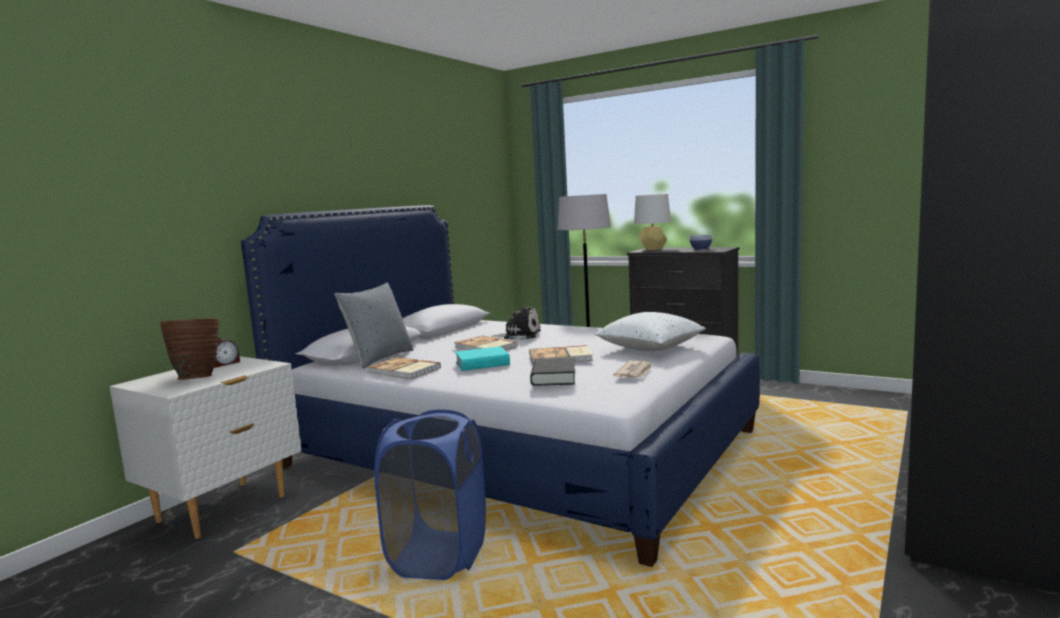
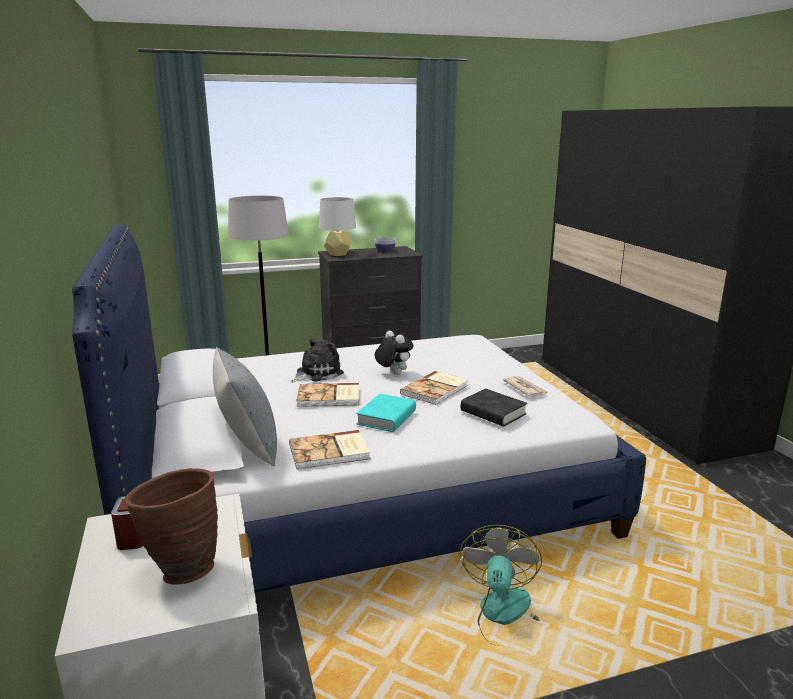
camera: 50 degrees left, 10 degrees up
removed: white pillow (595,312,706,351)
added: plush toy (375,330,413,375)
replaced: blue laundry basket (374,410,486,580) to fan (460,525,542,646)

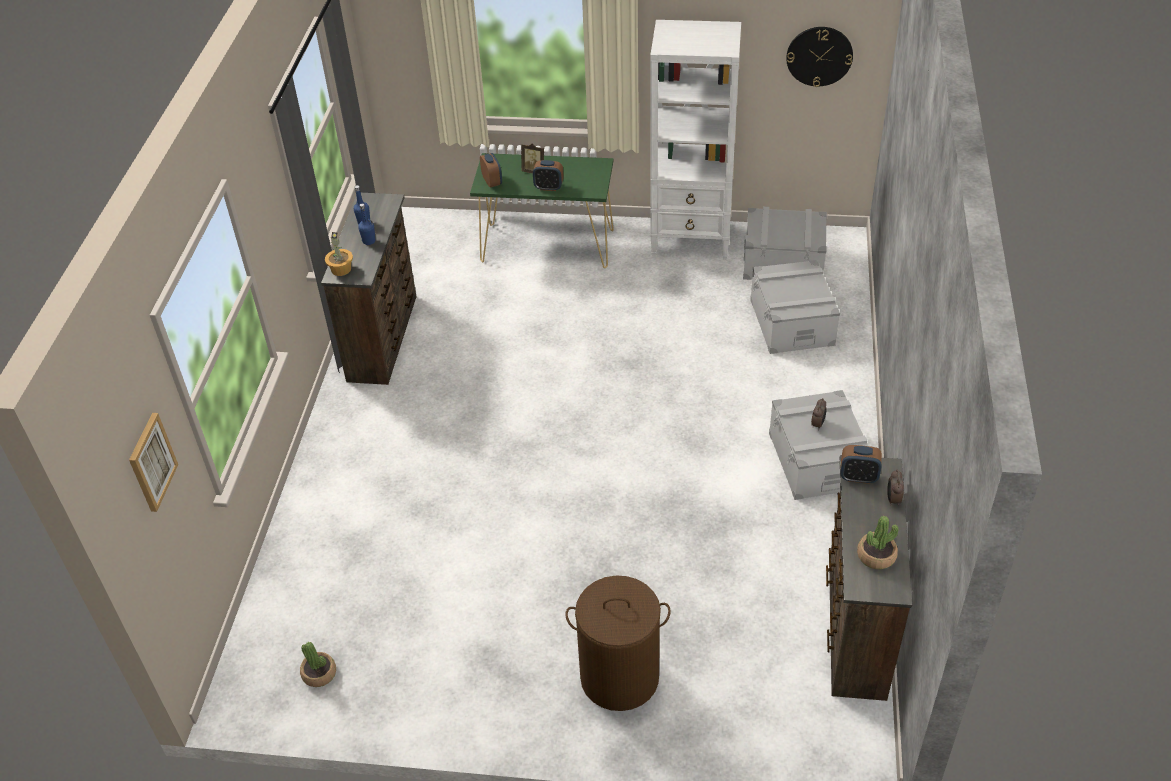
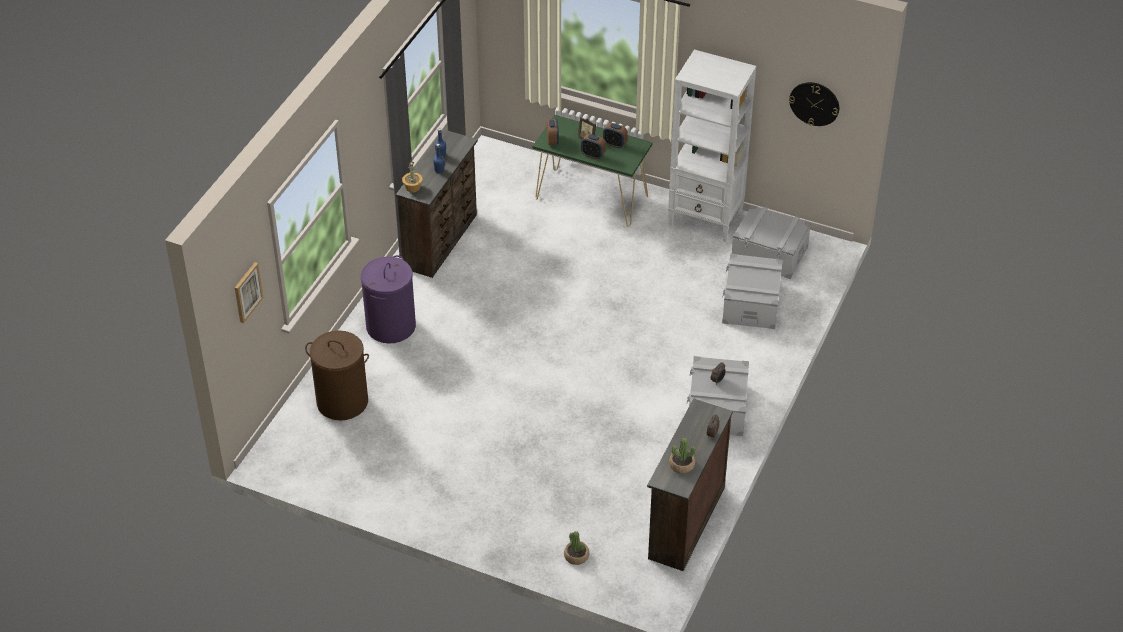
camera: 15 degrees right, 0 degrees up
added: purple laundry basket (361,255,416,344)
moved: potted plant (300,642,336,687) to (564,531,589,565); brown laundry basket (565,576,671,711) to (305,330,369,421); alarm clock (840,445,882,484) to (603,123,628,148)

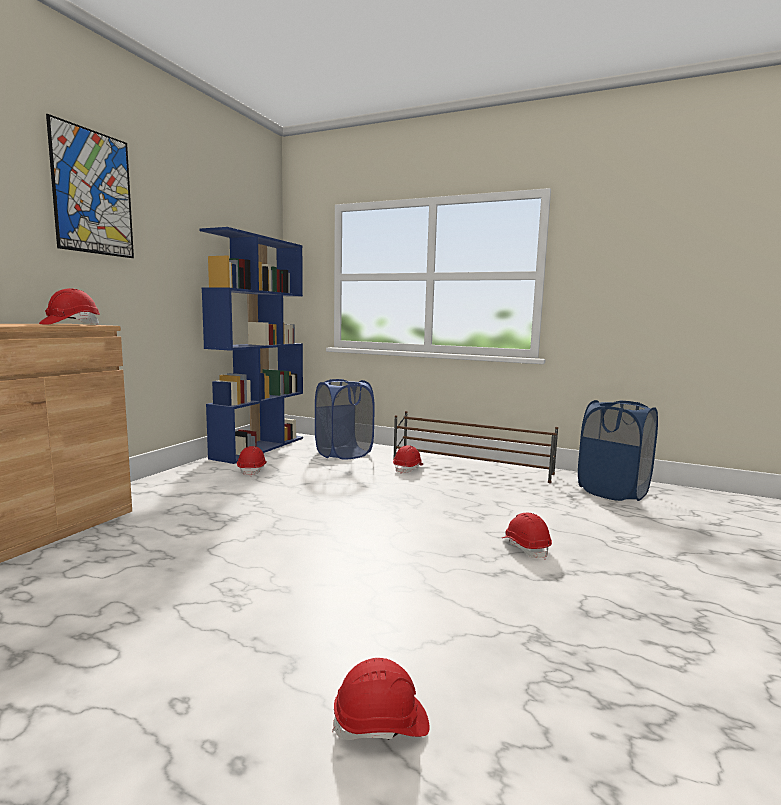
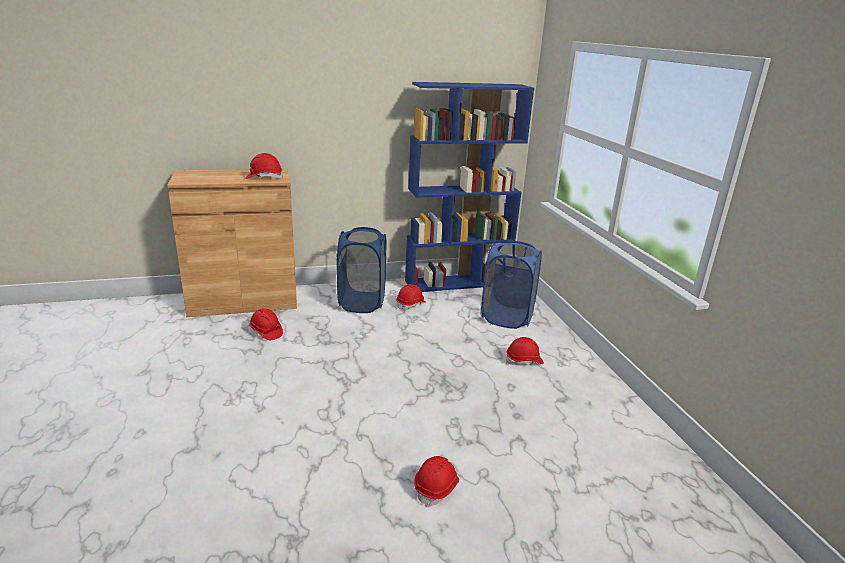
camera: 50 degrees right, 15 degrees up
removed: picture (46,114,134,258); brown shoe rack (393,411,558,483)
moved: red hard hat (332,658,429,740) to (249,308,283,340); blue laundry basket (578,400,658,501) to (337,227,387,313)

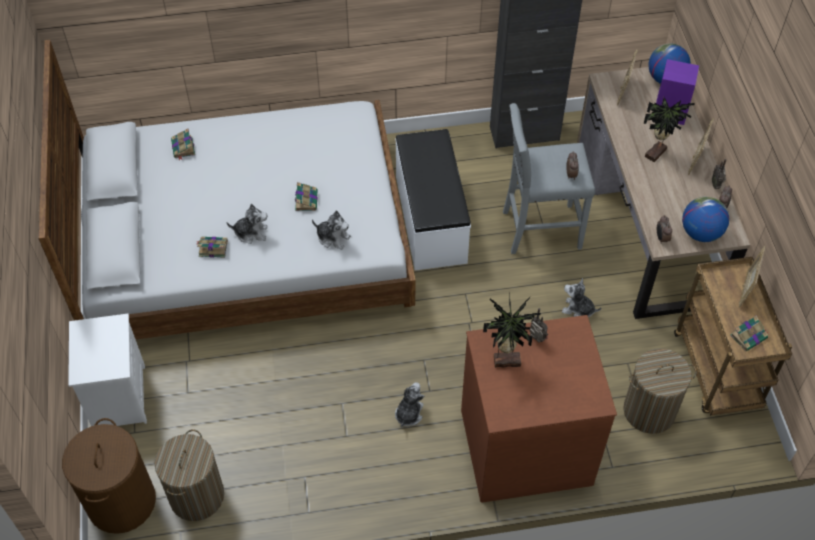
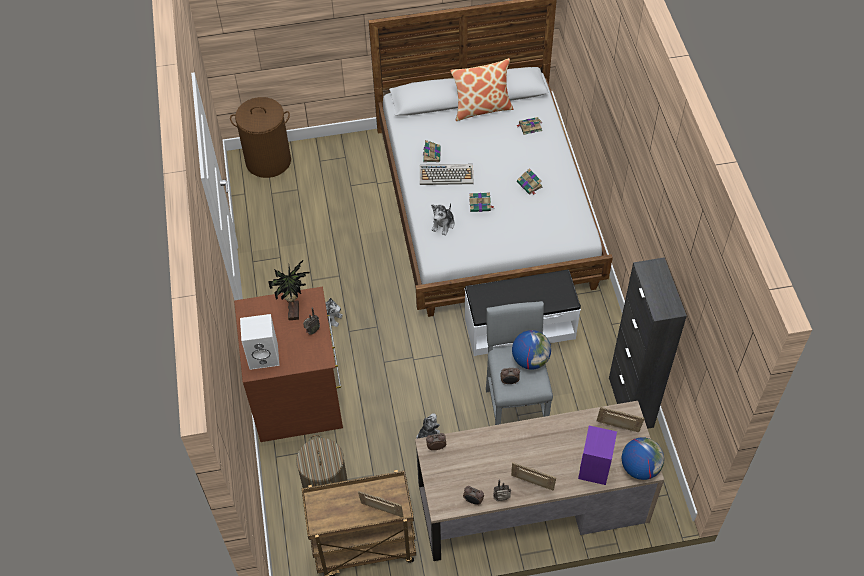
camera: 90 degrees right, 0 degrees up
removed: white nightstand (68,314,147,426); laundry basket (155,429,224,521); potted plant (643,98,695,162)
added: white speaker (240,314,280,370); pillow (451,58,513,121)
moved: globe (682,196,729,242) to (512,330,551,370); book (730,315,768,351) to (517,168,542,195)
replaced: plush toy (227,204,267,244) to keyboard (420,164,474,185)

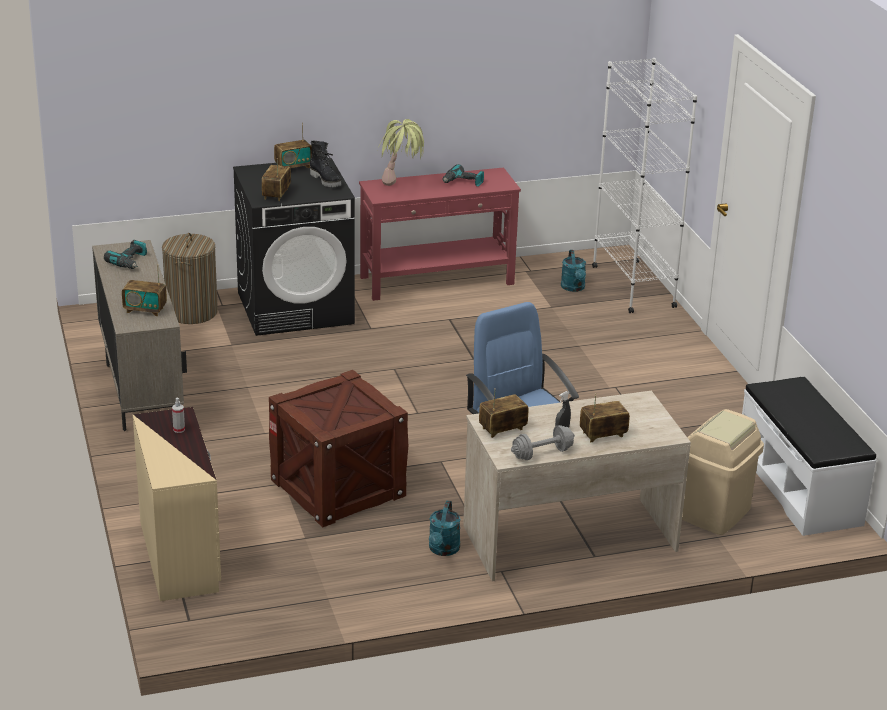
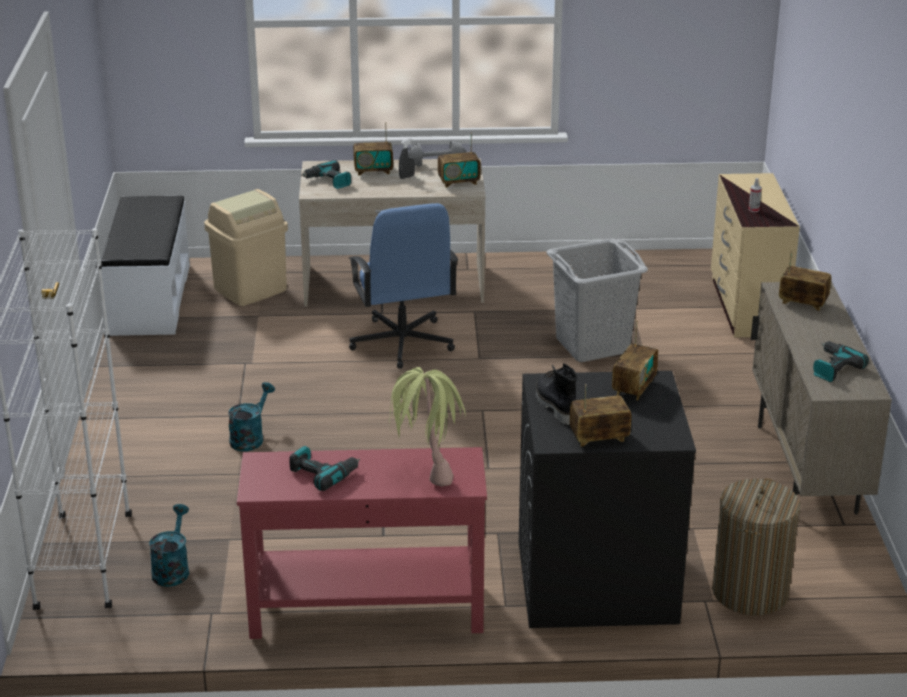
camera: 165 degrees left, 0 degrees up
added: power drill (301,160,351,189)
moved: turquoise watering can (429,501,461,556) to (228,382,275,451)
replaced: crate (269,370,408,527) to grey laundry basket (547,238,648,362)

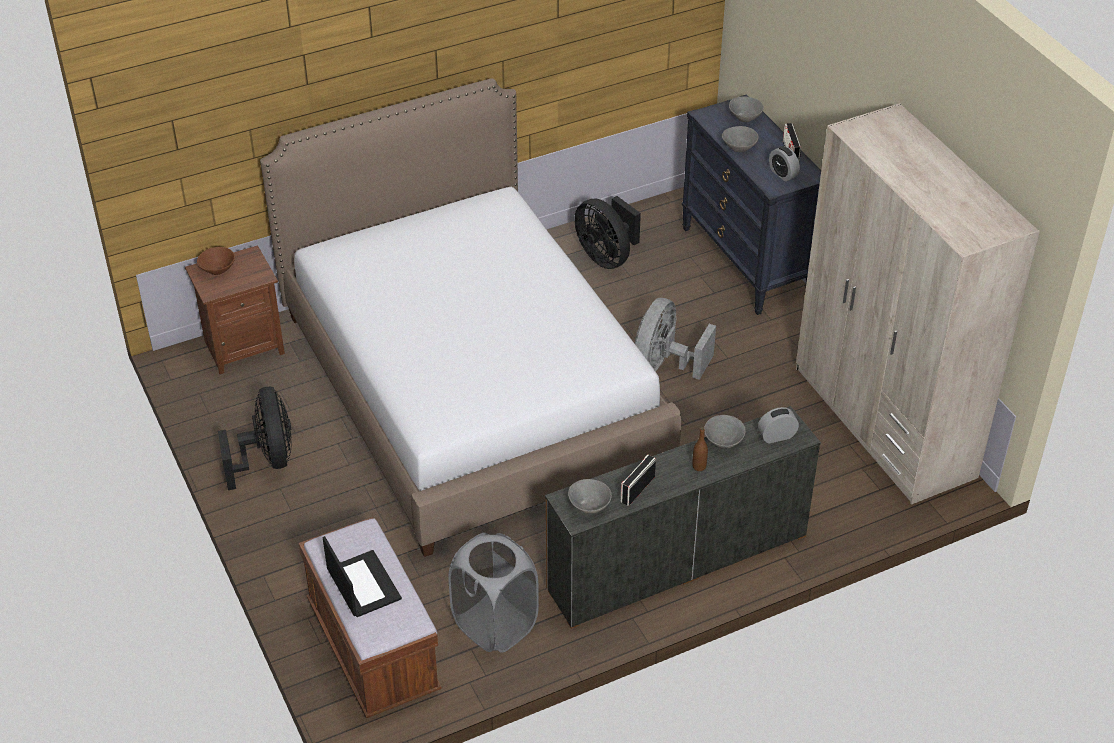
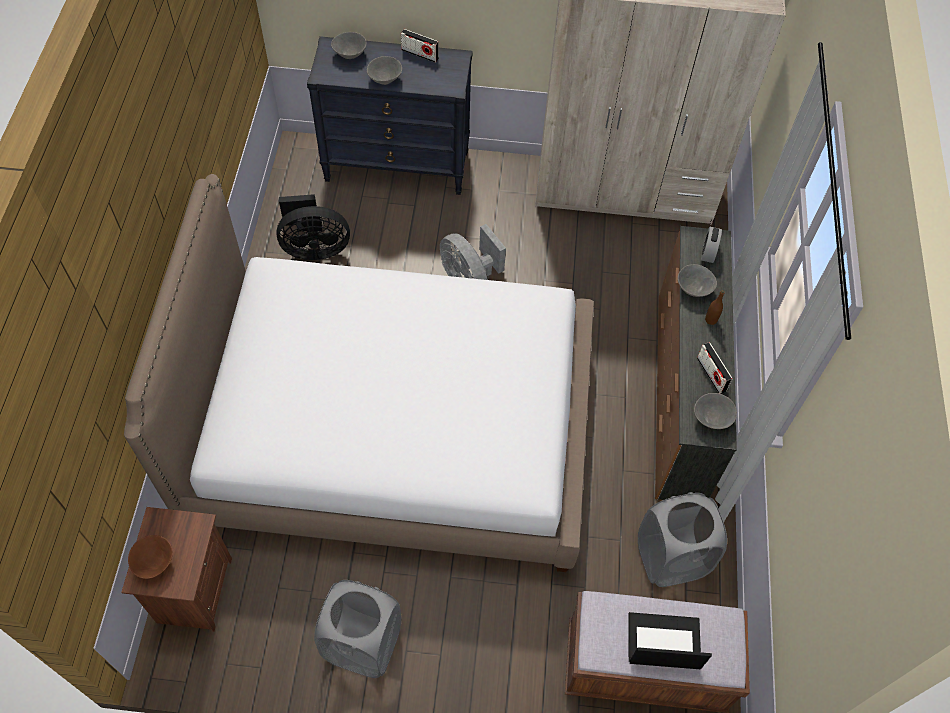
camera: 60 degrees left, 15 degrees up
removed: alarm clock (769,146,800,182)
replaced: black fan (218,387,292,490) to grey laundry basket (314,580,402,678)

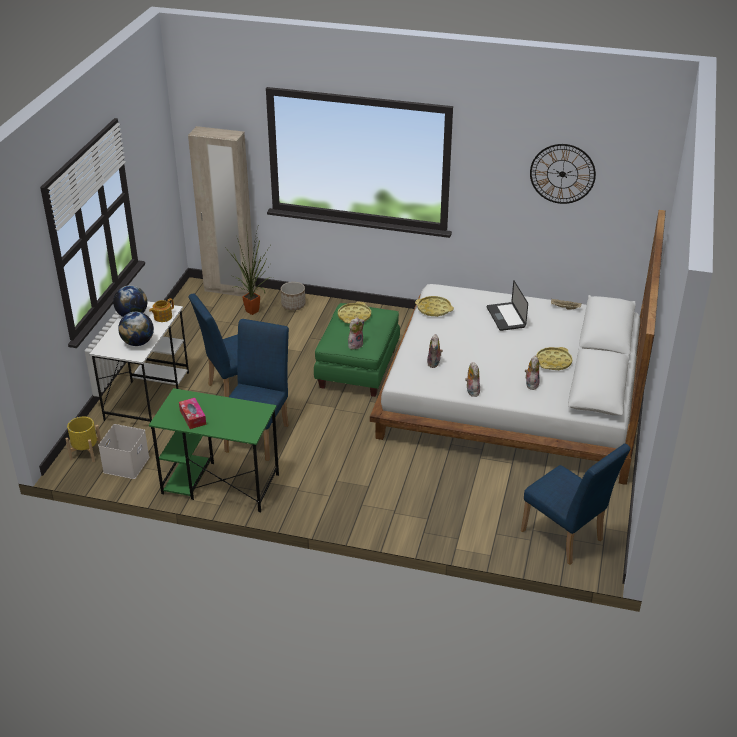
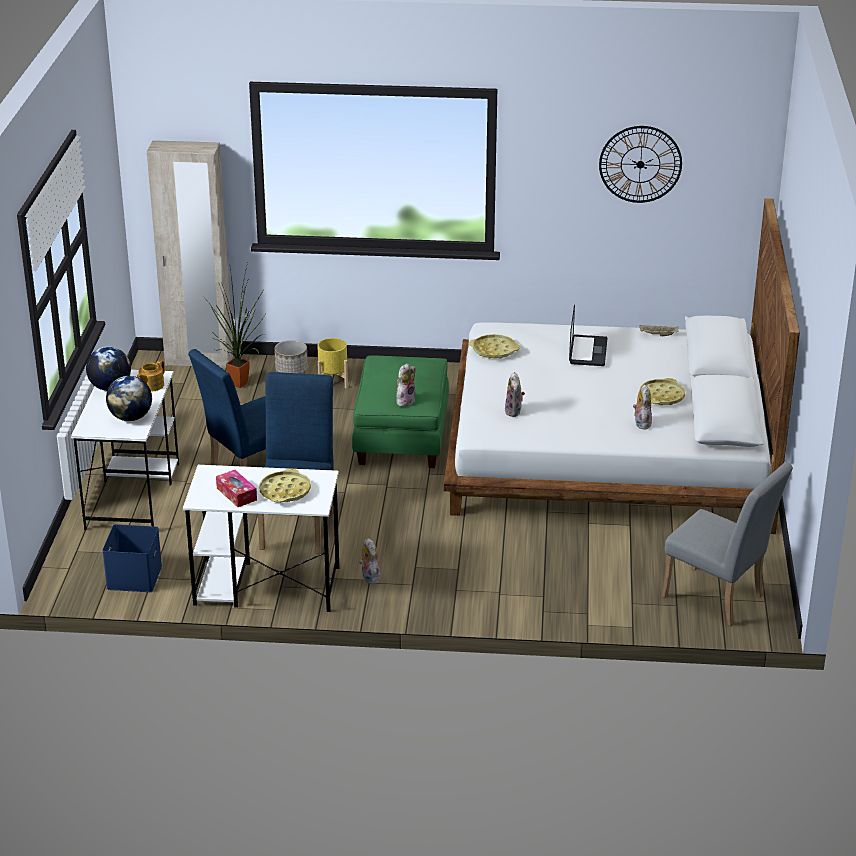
camera: 10 degrees left, 5 degrees down
moved: yellow planter (66,417,101,462) to (317,338,348,388); yellow tray (338,302,371,324) to (259,469,311,503); plush toy (465,362,480,397) to (359,538,380,584)
recoloured: white storage box (98,424,149,479) to blue storage box (102,524,162,592); green desk (149,388,279,512) to white desk (183,465,339,612); blue chair (521,443,631,565) to grey chair (661,462,793,626)
turned: laptop (487,280,528,331) = (569,305,607,366) 150 degrees counterclockwise

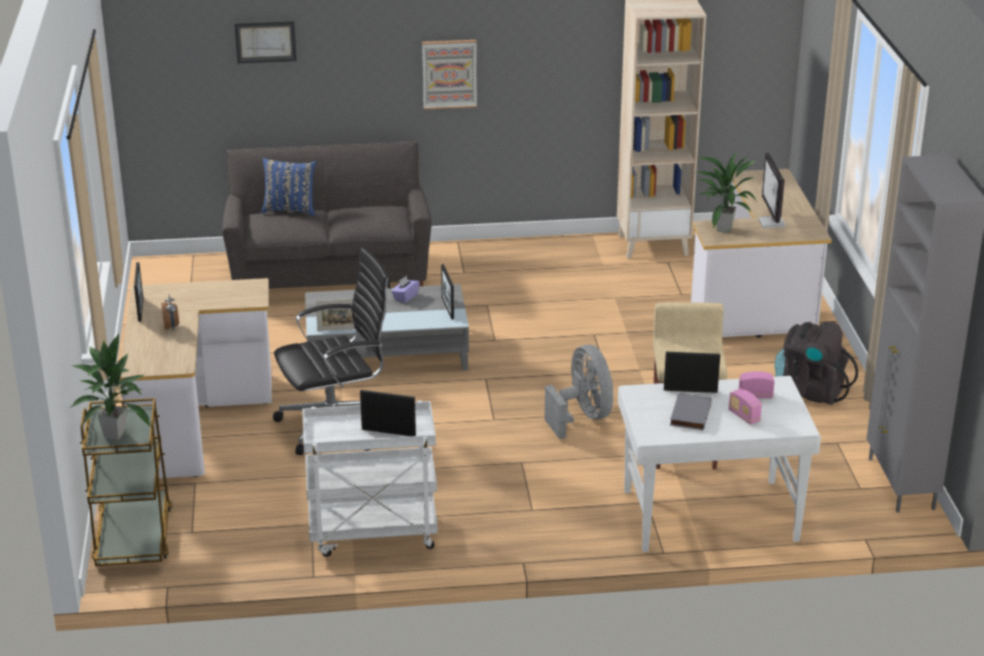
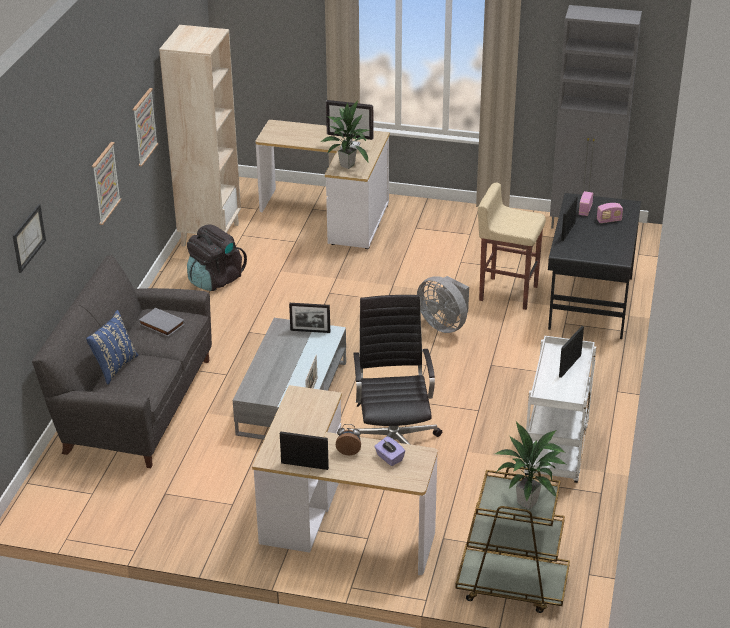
camera: 70 degrees left, 5 degrees up
added: picture (133,88,158,166)
moved: purple tissue box (391,276,420,303) to (374,436,405,466); grey book (670,393,712,431) to (139,308,185,337); black backpack (775,322,858,405) to (187,224,247,291)
recoloured: white desk (618,376,821,552) to black desk (548,193,641,339)
turned: grey fan (544,345,613,439) = (417,276,469,333) 135 degrees counterclockwise

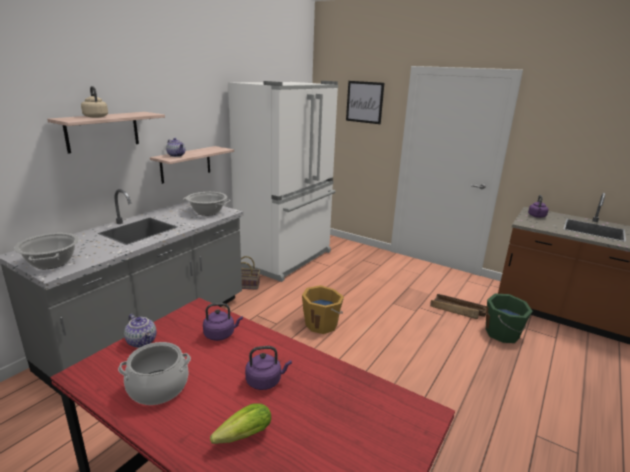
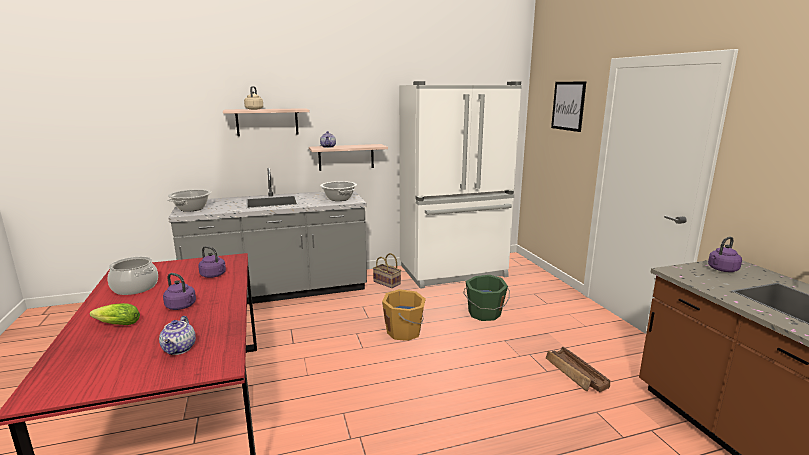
camera: 40 degrees right, 5 degrees down
moved: teapot (124,314,156,348) to (159,316,196,355); green bucket (486,294,532,343) to (463,275,510,321)

